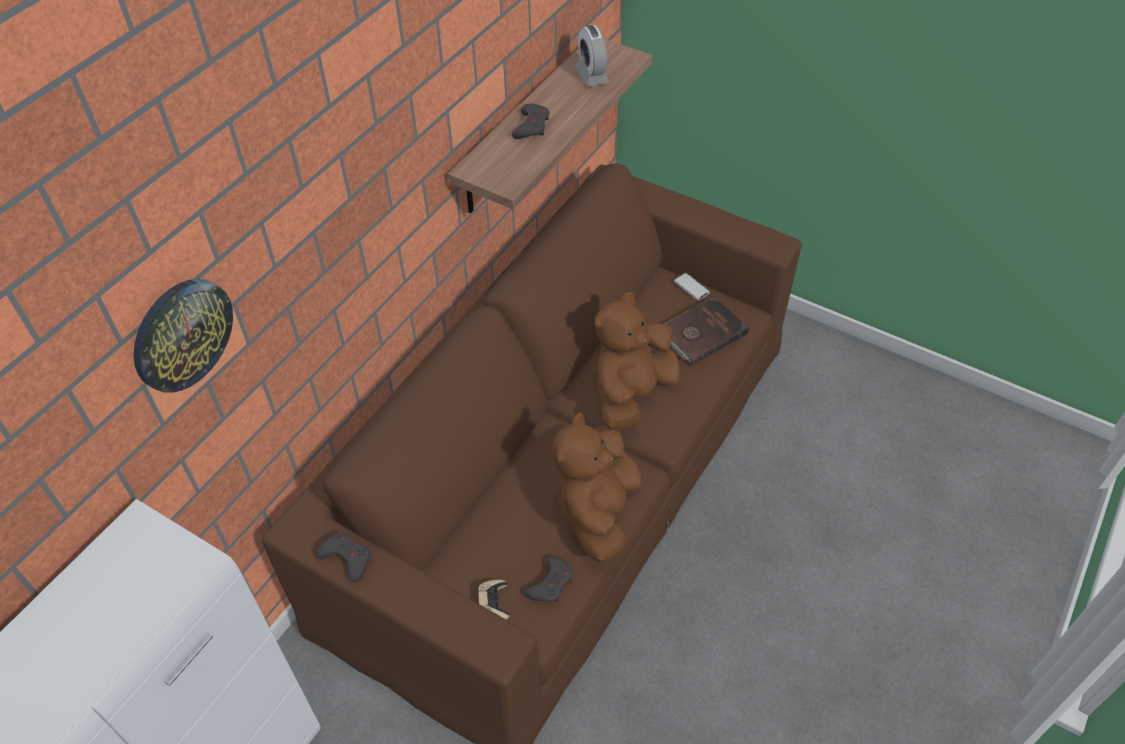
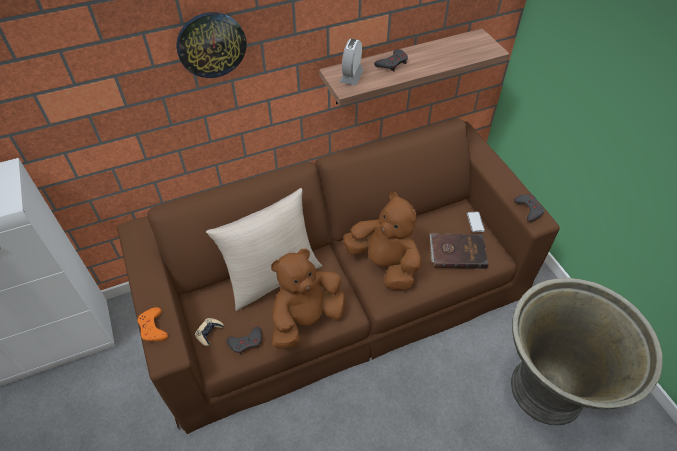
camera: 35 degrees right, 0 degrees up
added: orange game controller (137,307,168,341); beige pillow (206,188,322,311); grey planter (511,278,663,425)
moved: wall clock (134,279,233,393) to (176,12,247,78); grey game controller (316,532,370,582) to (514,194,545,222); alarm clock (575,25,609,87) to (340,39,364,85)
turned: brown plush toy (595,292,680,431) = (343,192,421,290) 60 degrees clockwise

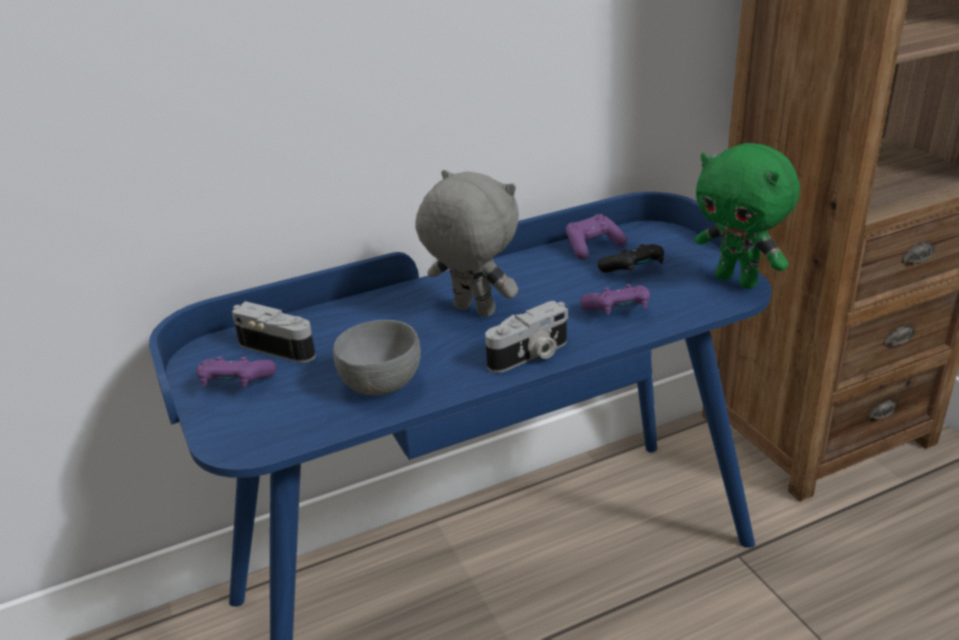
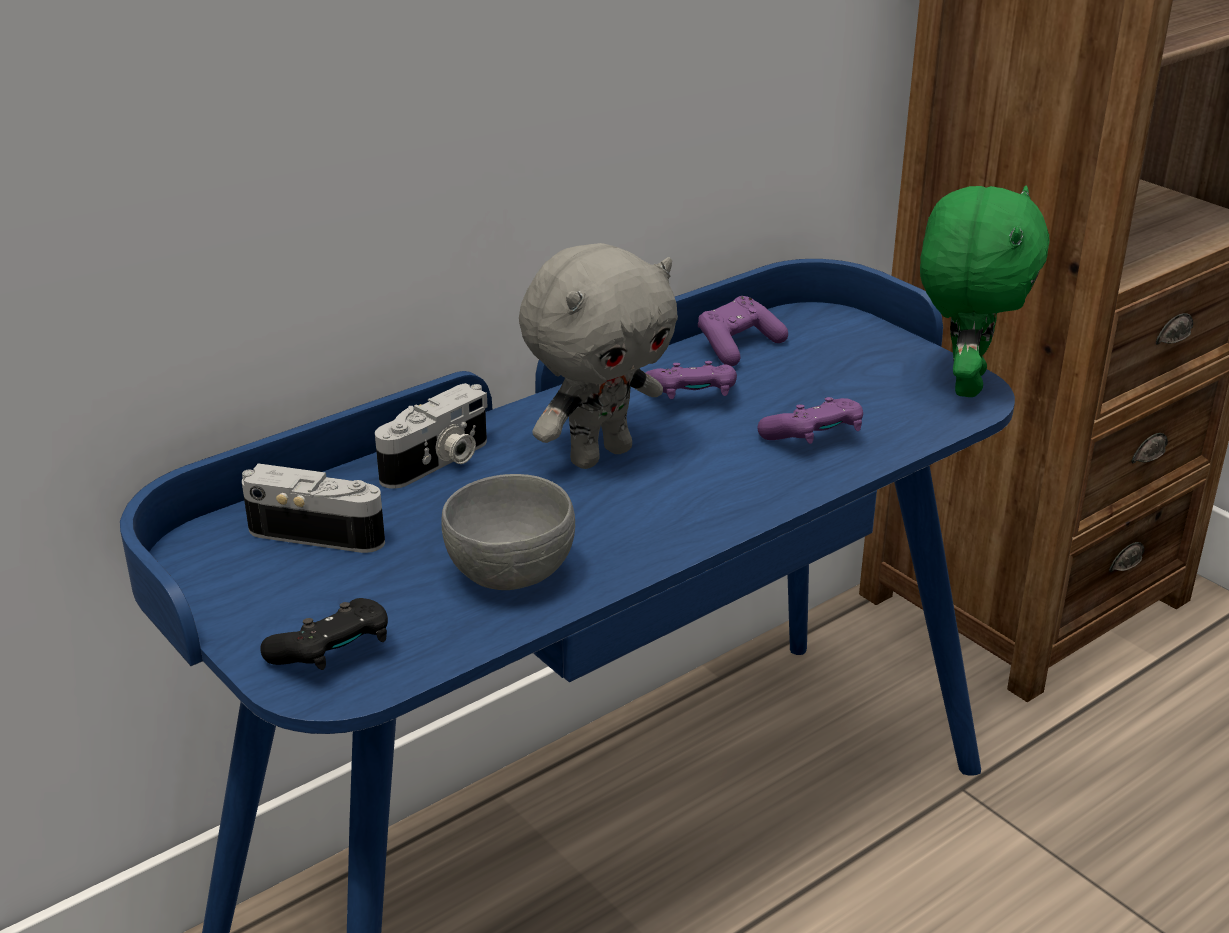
camera: 15 degrees left, 0 degrees up
moved: purple game controller (196,356,276,387) to (645,361,737,399); photo camera (485,301,568,373) to (375,383,488,489); black game controller (598,244,664,273) to (260,598,388,670)
turned: grey plush toy (415,170,519,317) = (519,243,678,469) 120 degrees clockwise; green plush toy (695,143,800,289) = (920,186,1050,397) 105 degrees counterclockwise

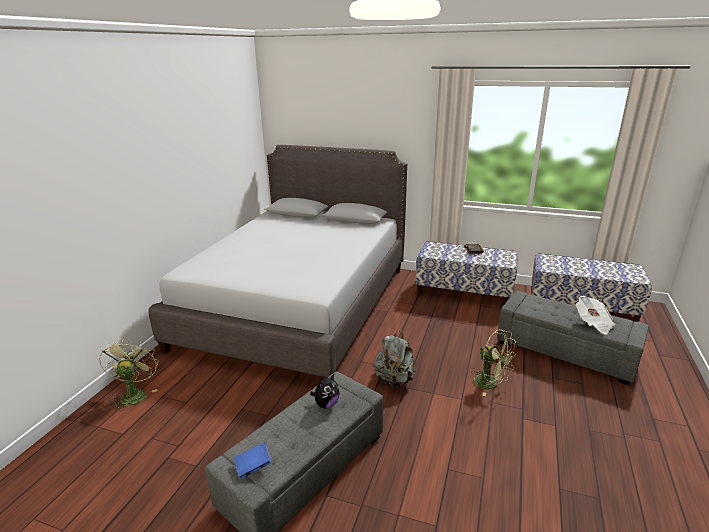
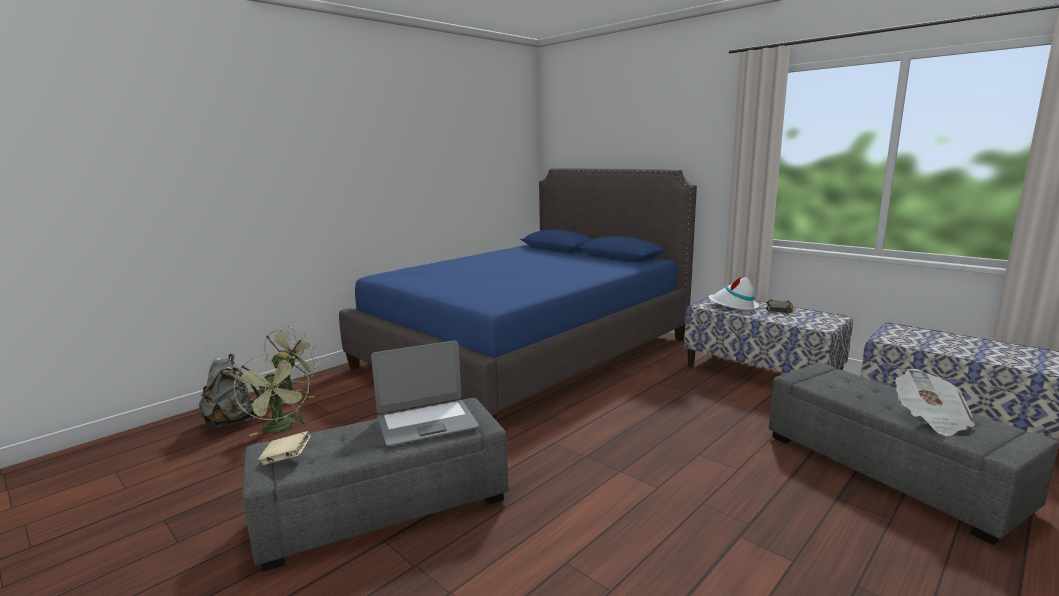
camera: 25 degrees right, 10 degrees down
added: white hat (709,277,759,310)
moved: grey backpack (374,331,415,389) to (199,354,260,427); green fan (471,330,517,396) to (234,352,309,436)
replaced: plush toy (310,374,340,408) to laptop (371,340,479,446)
recoloured: grey bed (148,145,407,380) to blue bed (339,168,697,420); blue book (234,442,271,479) to beige book (258,431,311,465)

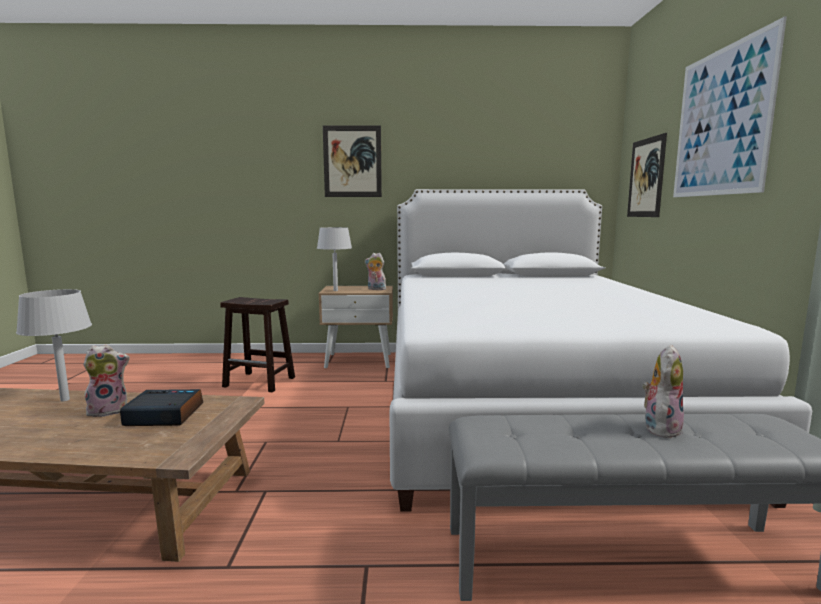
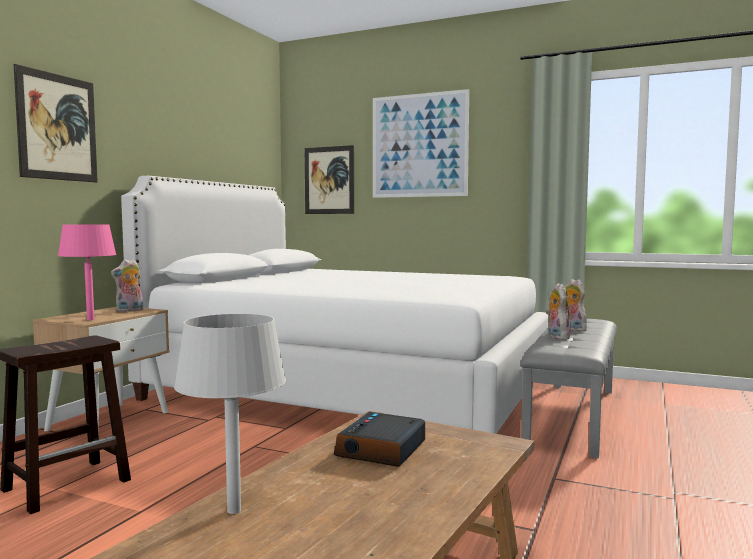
camera: 65 degrees left, 5 degrees down
moved: plush toy (83,344,130,417) to (546,283,571,340)
recoloured: grey table lamp (317,227,352,291) to pink table lamp (58,224,116,320)

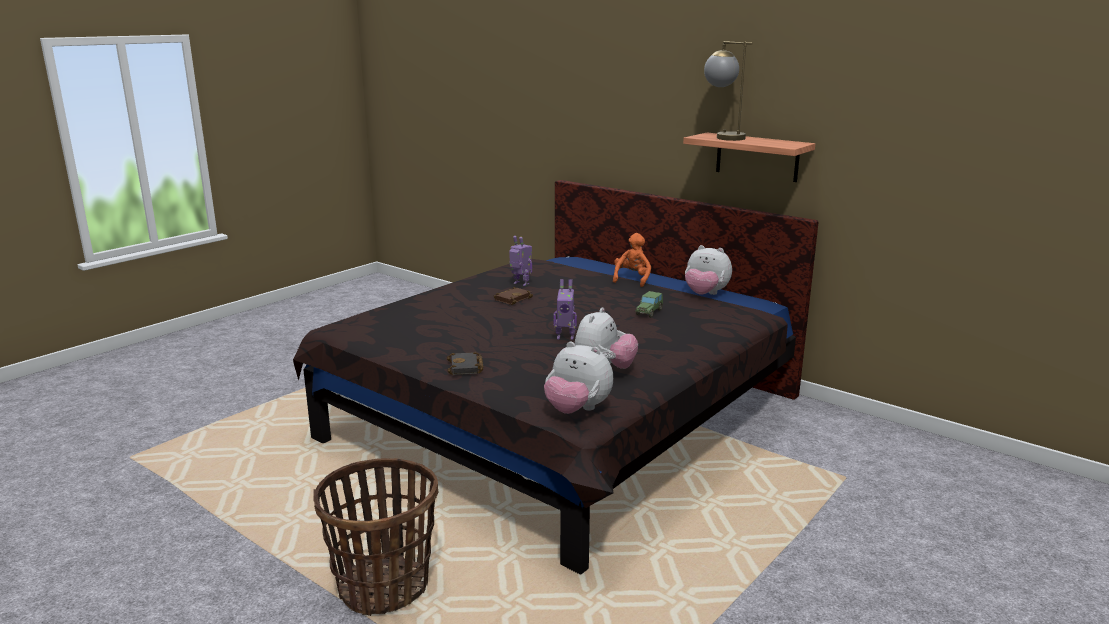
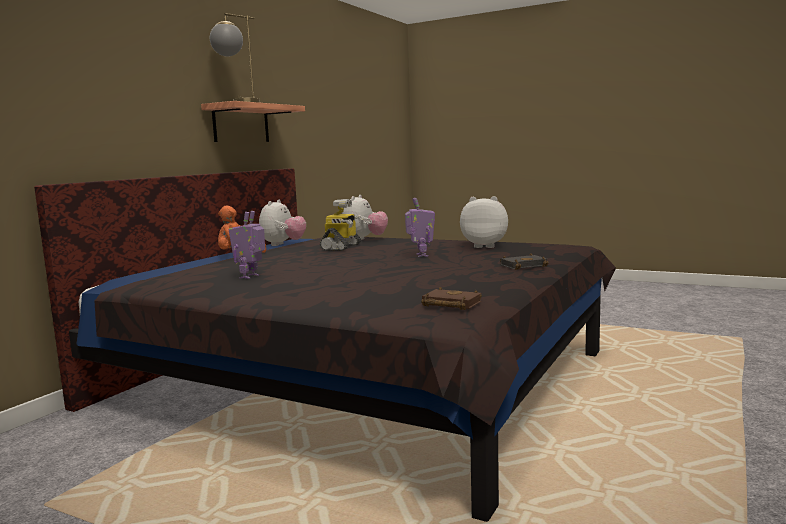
camera: 100 degrees left, 10 degrees down
removed: basket (313,458,438,616)
moved: brown book (494,287,533,305) to (421,287,482,310); plush toy (544,341,613,414) to (342,195,388,240)
replaced: toy car (635,291,663,318) to toy robot (320,199,364,251)

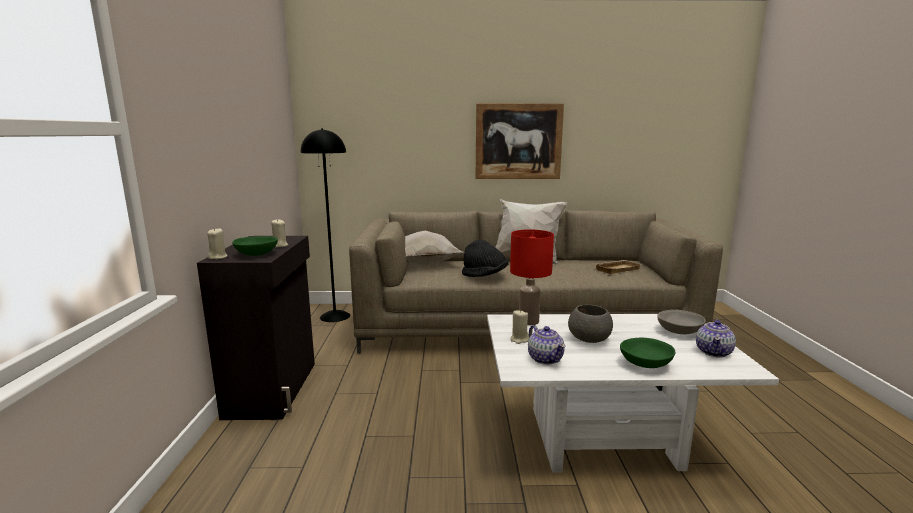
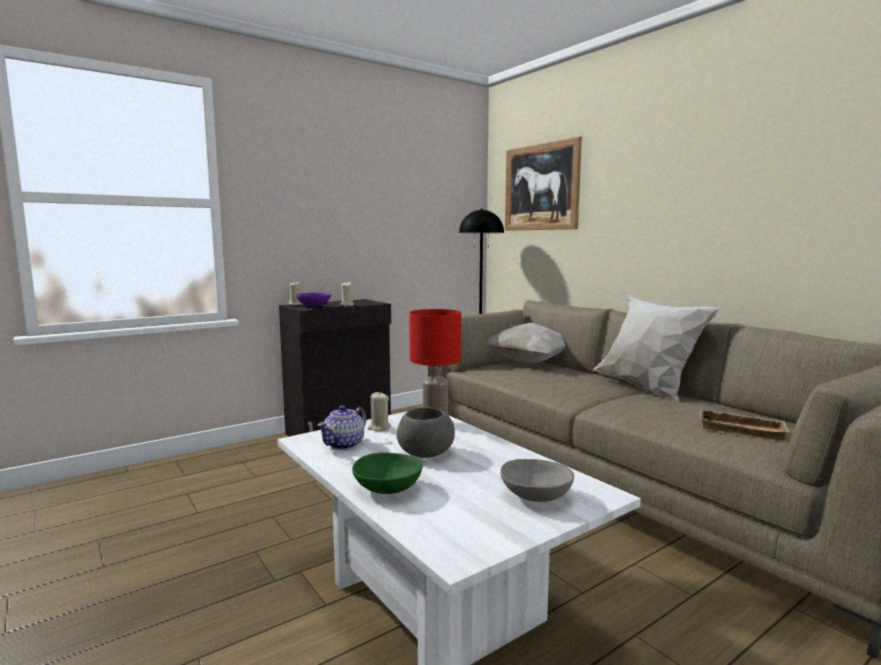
camera: 55 degrees right, 5 degrees down
removed: black hat (462,239,508,277); teapot (696,319,736,358)
moved: picture (476,103,564,179) to (505,136,582,231)
recoloured: green bowl (232,236,278,256) to purple bowl (296,293,331,307)

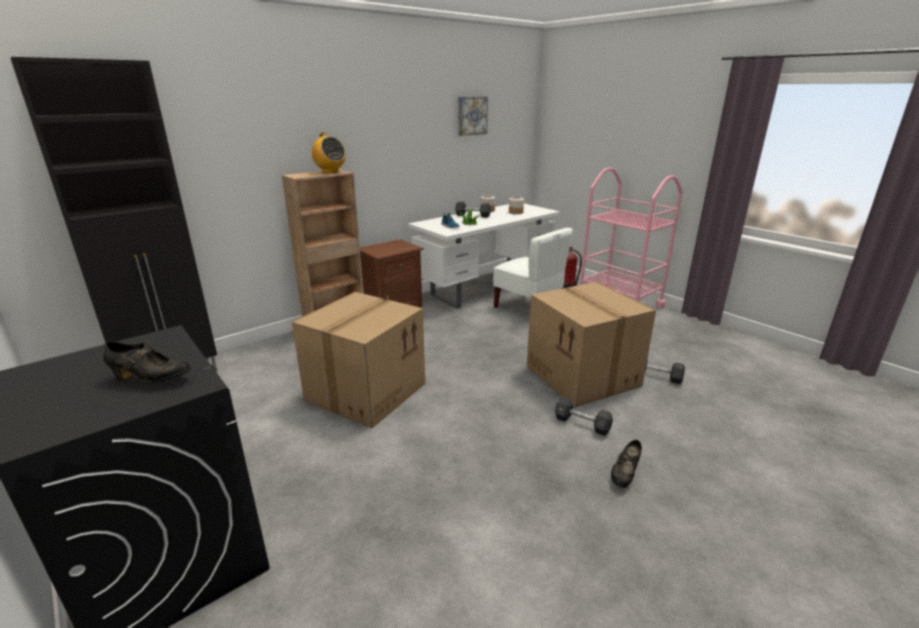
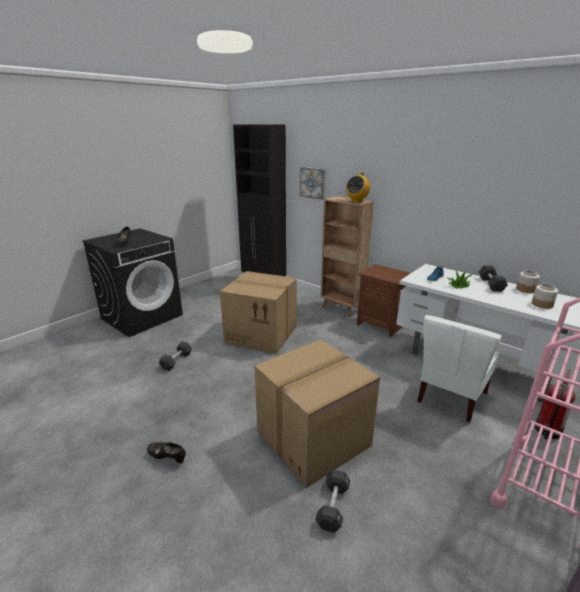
camera: 80 degrees right, 0 degrees up
moved: picture (458,96,488,136) to (300,167,325,200); black dumbbell (555,397,613,436) to (159,341,192,371)

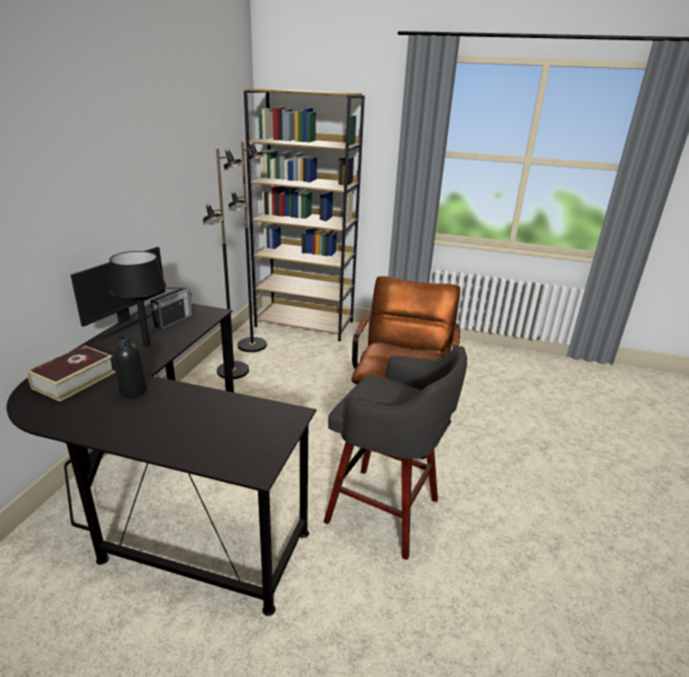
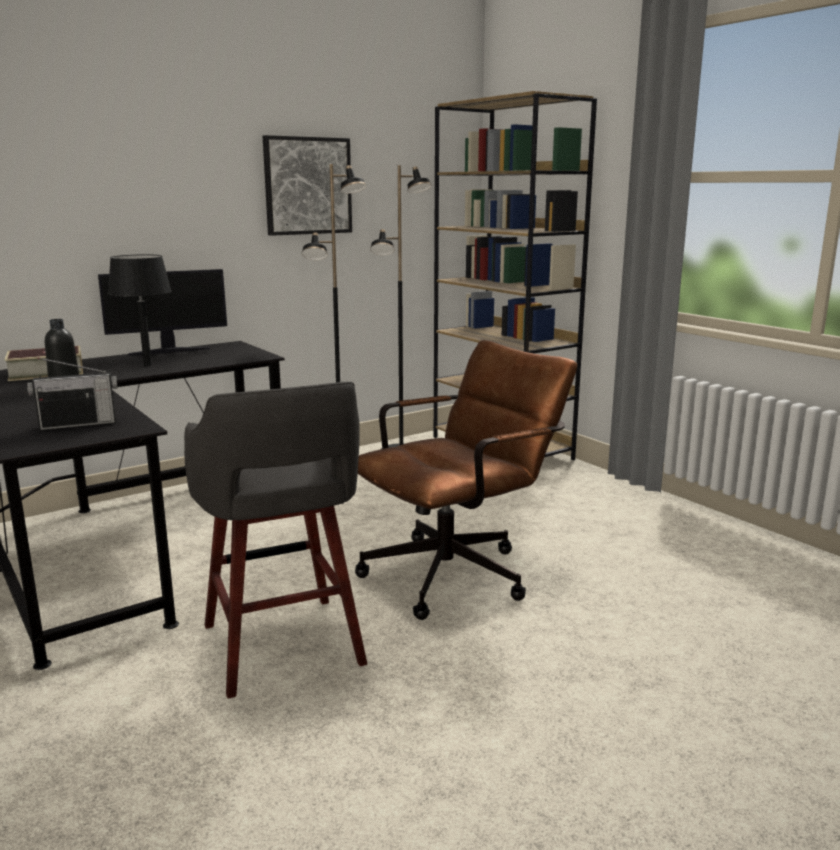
camera: 40 degrees right, 10 degrees down
added: picture (263,135,352,236)
moved: radio (150,287,192,330) to (27,357,118,431)

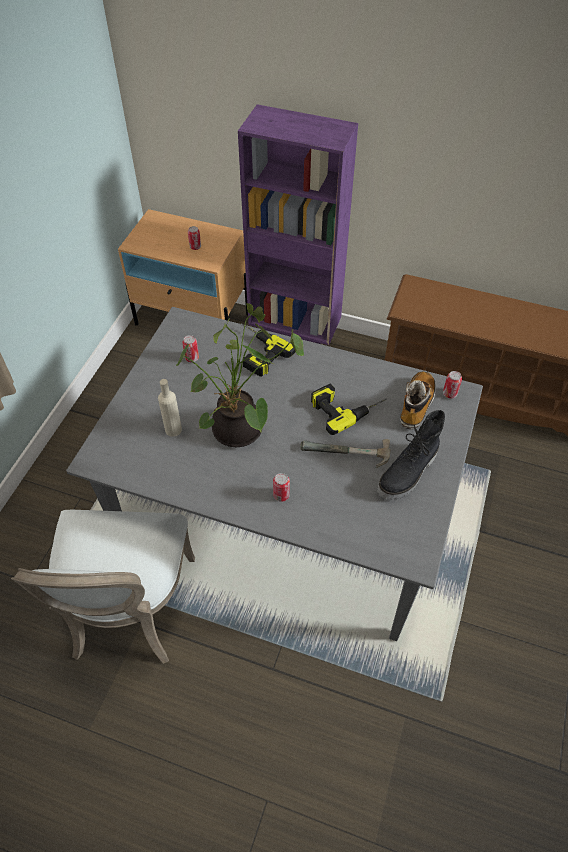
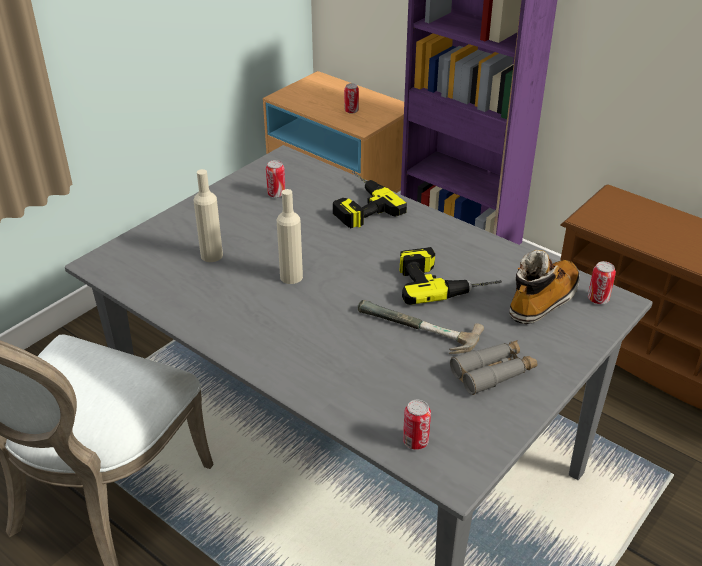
camera: 20 degrees right, 15 degrees down
moved: can (273,473,290,502) to (403,400,431,450)
replaced: potted plant (176,303,304,447) to beige bottle (276,189,303,284); black boot (377,410,445,500) to grey binoculars (450,340,537,395)

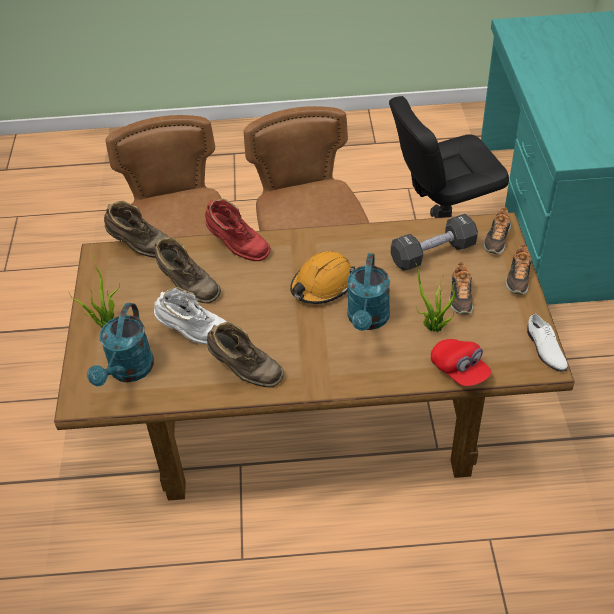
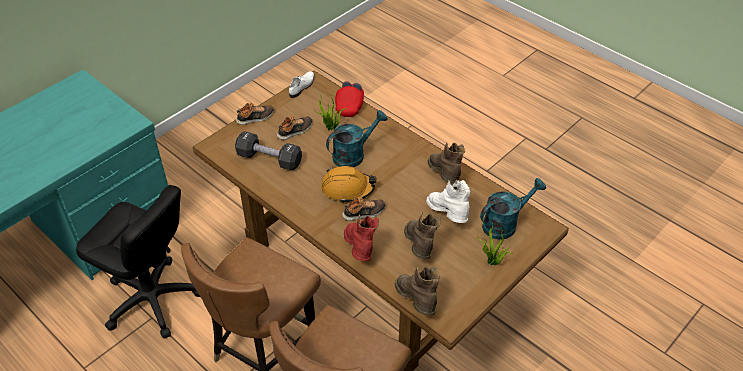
camera: 135 degrees left, 0 degrees up
moved: shoe (483,207,511,254) to (342,197,386,221)

